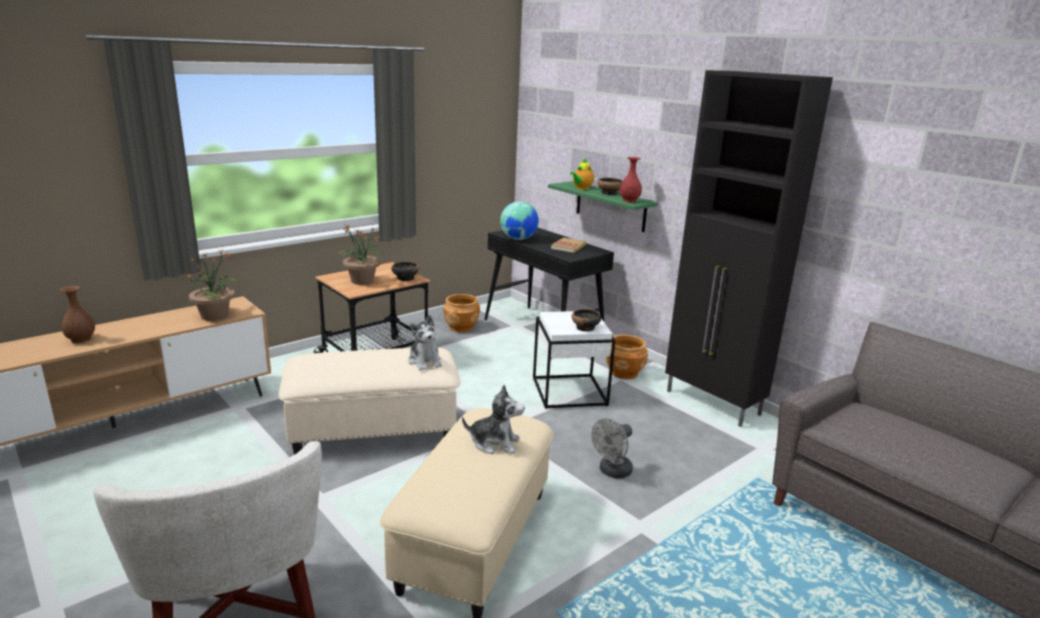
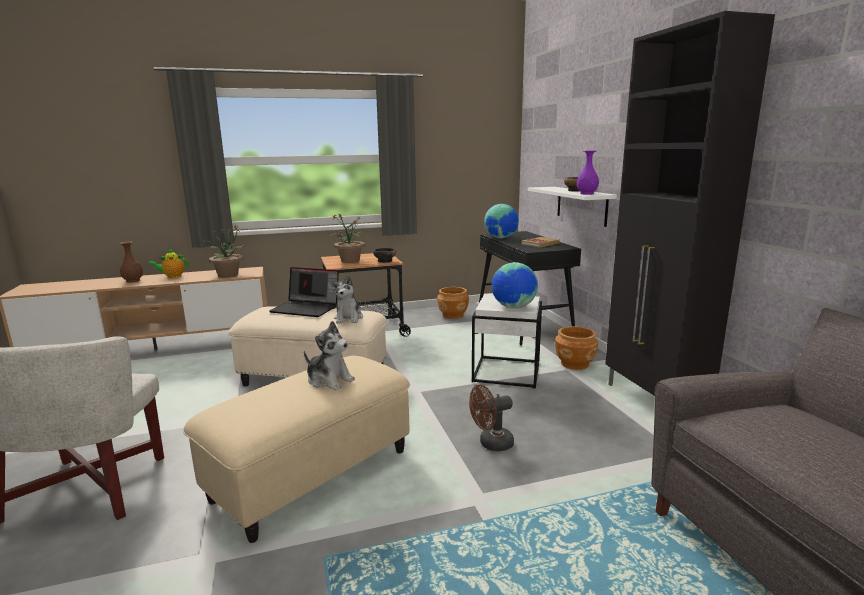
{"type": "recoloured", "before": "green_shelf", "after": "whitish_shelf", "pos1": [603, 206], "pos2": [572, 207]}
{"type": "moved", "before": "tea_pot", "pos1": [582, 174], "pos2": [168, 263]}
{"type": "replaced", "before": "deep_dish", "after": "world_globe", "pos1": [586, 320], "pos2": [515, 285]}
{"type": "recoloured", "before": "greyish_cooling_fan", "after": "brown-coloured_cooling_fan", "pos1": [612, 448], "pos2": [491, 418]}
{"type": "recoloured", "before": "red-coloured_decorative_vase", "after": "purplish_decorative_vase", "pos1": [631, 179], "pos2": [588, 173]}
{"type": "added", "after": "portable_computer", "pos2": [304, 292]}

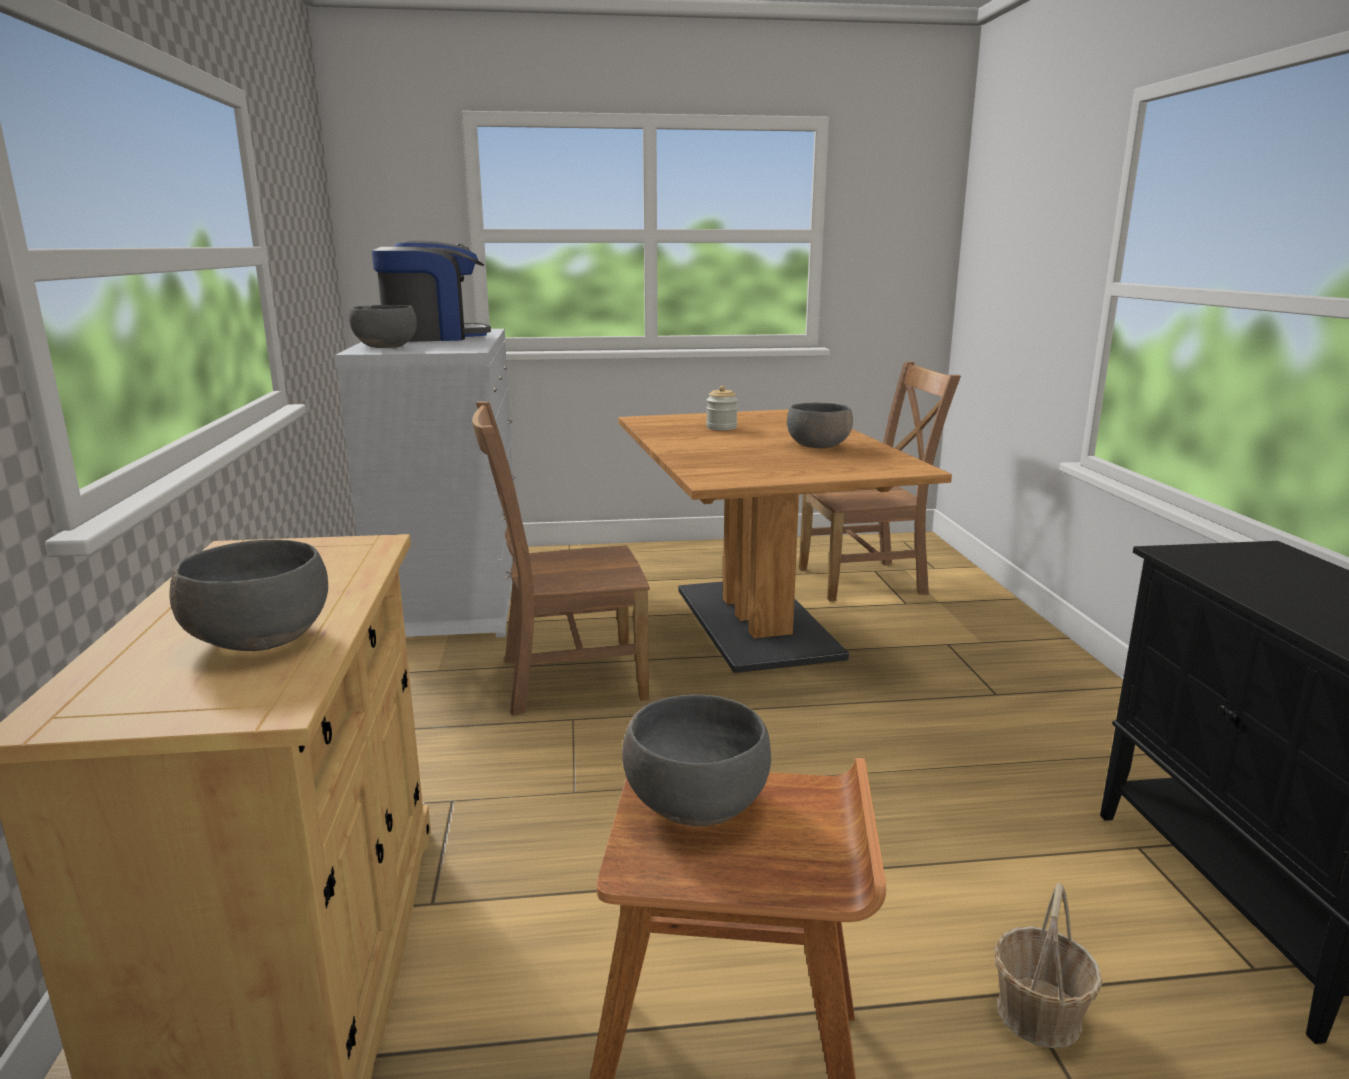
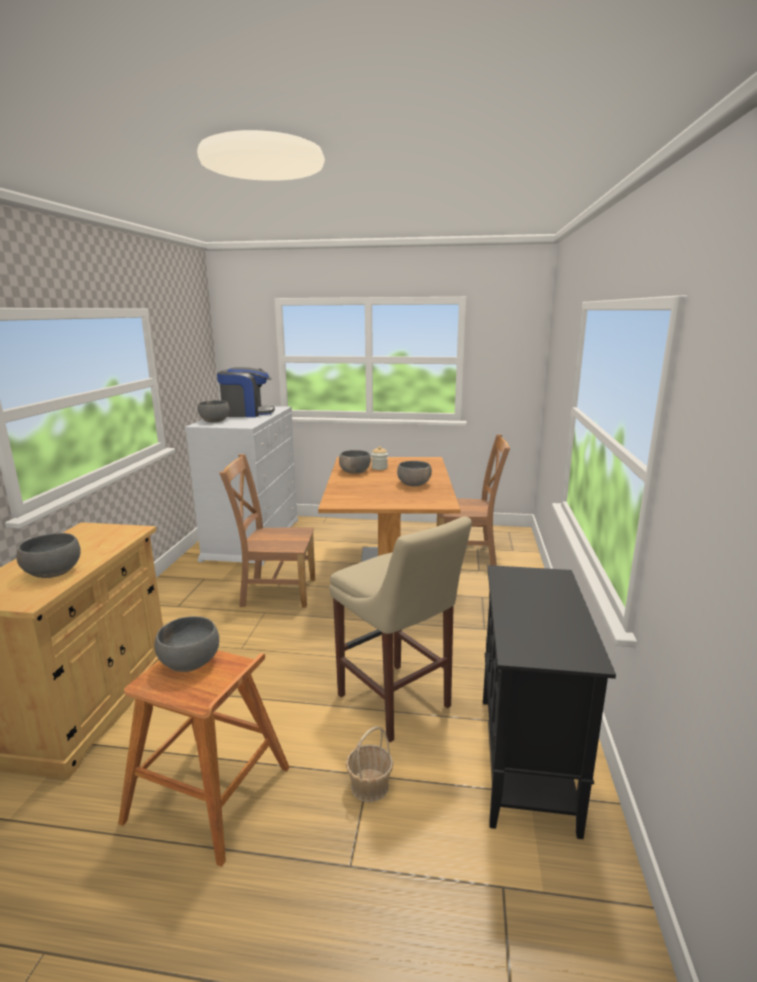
{"type": "added", "after": "sand-coloured_stool_seat", "pos2": [400, 629]}
{"type": "added", "after": "greyish_deep_dish", "pos2": [355, 462]}

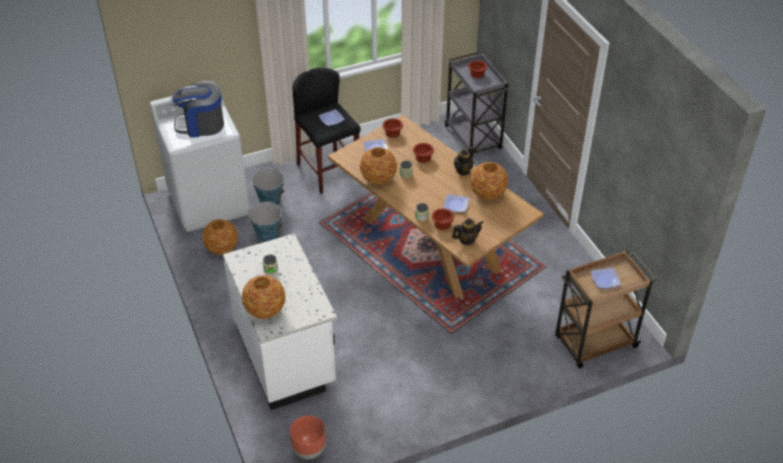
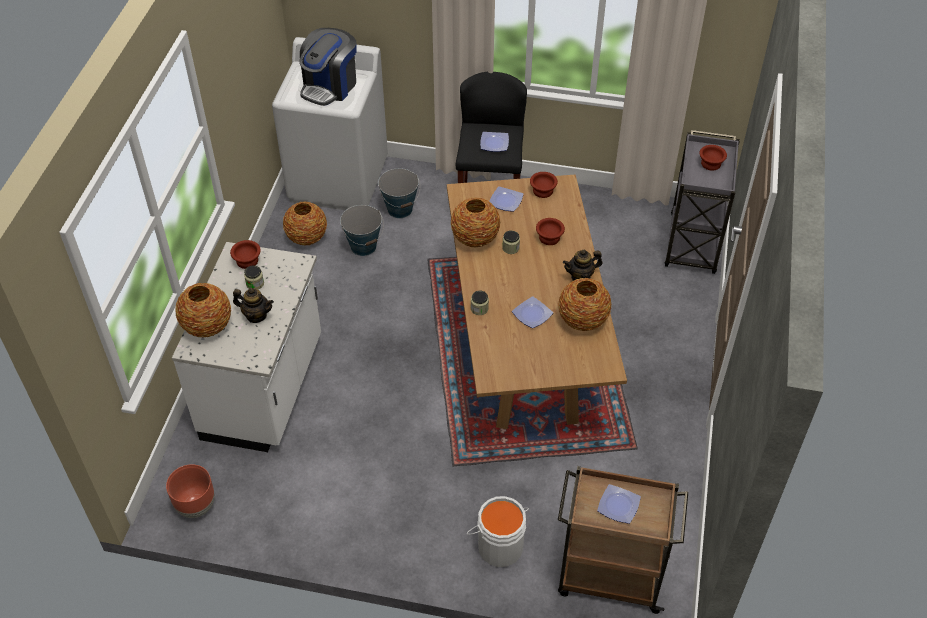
{"type": "turned", "before": "coffee_machine", "pos1": [197, 109], "pos2": [328, 67], "turn": -90}
{"type": "moved", "before": "brown-coloured_deep_dish", "pos1": [443, 219], "pos2": [245, 254]}
{"type": "moved", "before": "tea_pot", "pos1": [468, 231], "pos2": [253, 305]}
{"type": "added", "after": "whitish_pail", "pos2": [498, 531]}

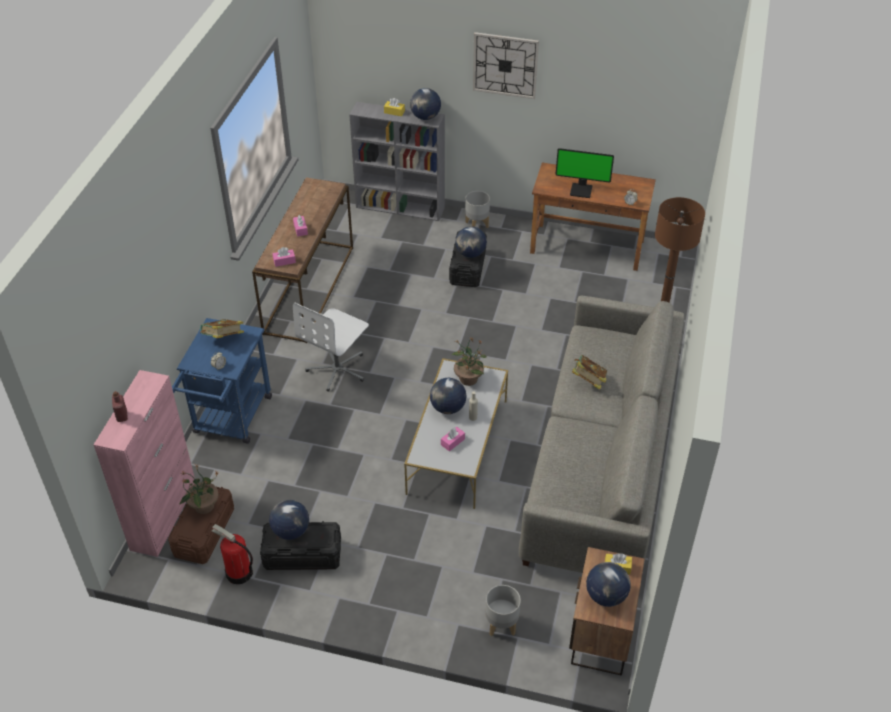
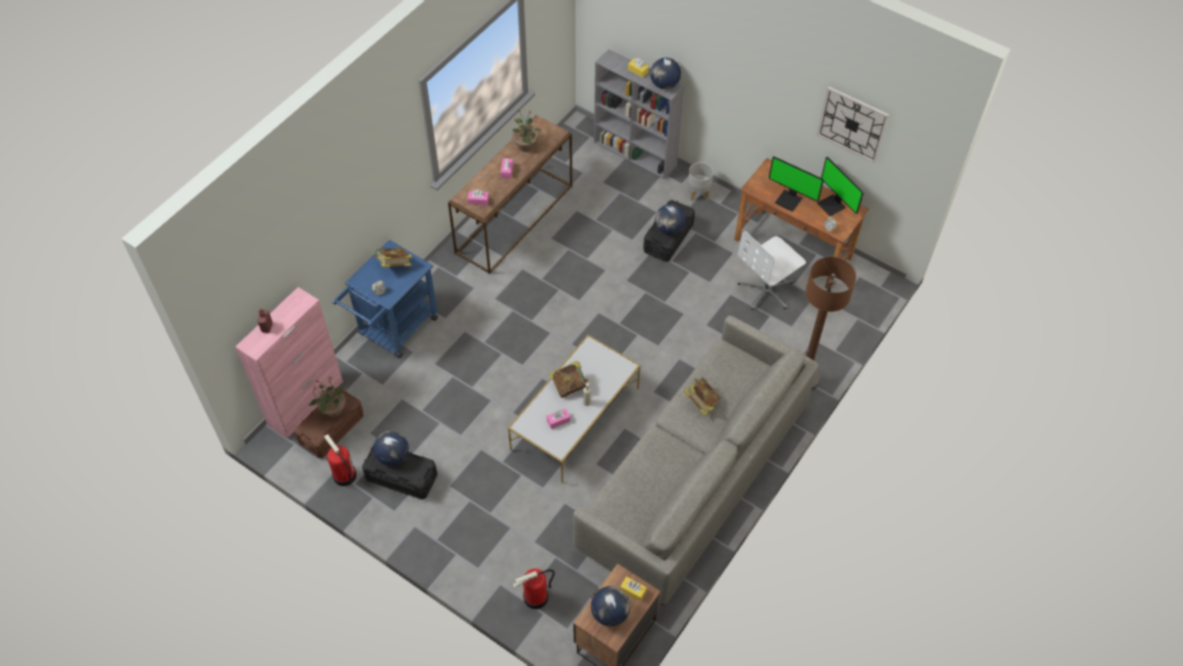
{"type": "moved", "before": "whitish_office_chair", "pos1": [331, 347], "pos2": [771, 270]}
{"type": "replaced", "before": "world_globe", "after": "book", "pos1": [448, 396], "pos2": [568, 379]}
{"type": "moved", "before": "plant_in_a_pot", "pos1": [469, 361], "pos2": [527, 131]}
{"type": "moved", "before": "clock_on_the_wall", "pos1": [506, 65], "pos2": [853, 125]}
{"type": "replaced", "before": "greyish_flower_pot", "after": "extinguisher", "pos1": [503, 610], "pos2": [534, 589]}
{"type": "added", "after": "monitor", "pos2": [840, 186]}

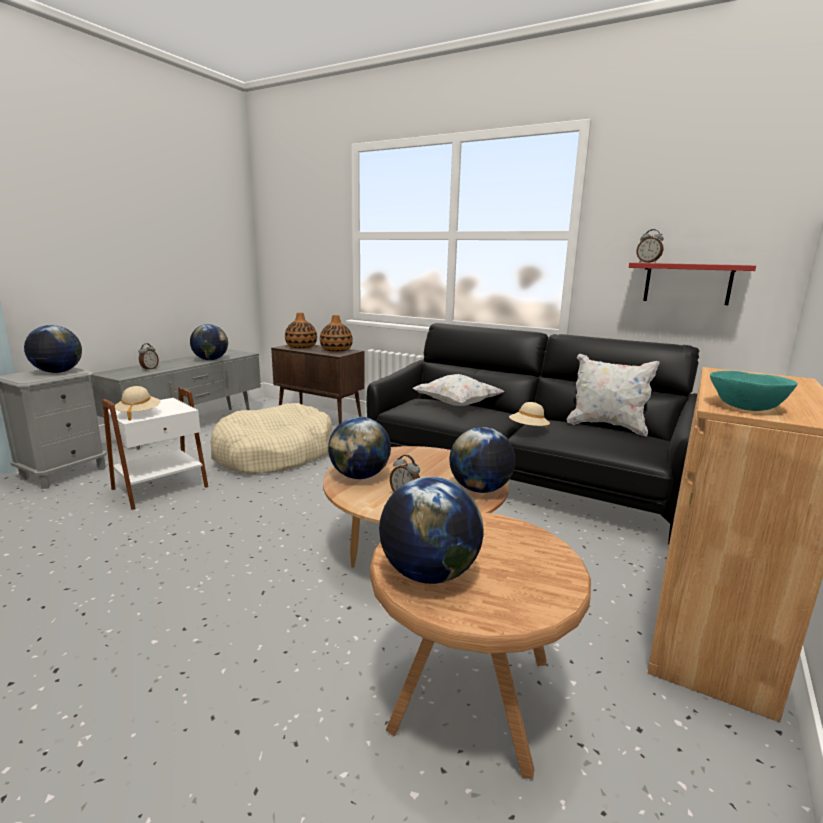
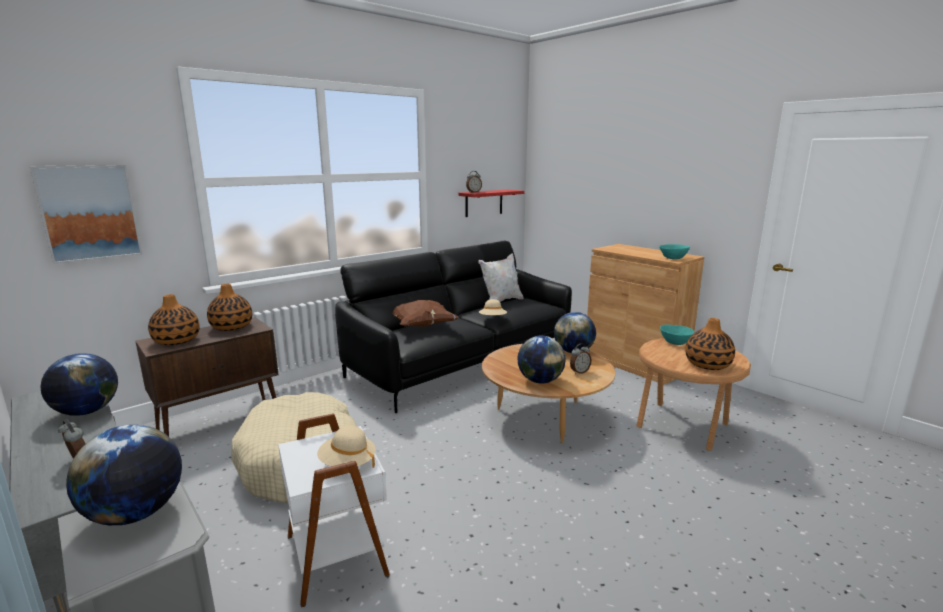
{"type": "replaced", "before": "world_globe", "after": "decorative_vase", "pos1": [431, 530], "pos2": [710, 344]}
{"type": "recoloured", "before": "whitish_throw_pillow", "after": "brown-coloured_throw_pillow", "pos1": [458, 390], "pos2": [426, 313]}
{"type": "added", "after": "picture", "pos2": [86, 214]}
{"type": "added", "after": "turquoise-coloured_deep_dish", "pos2": [677, 335]}

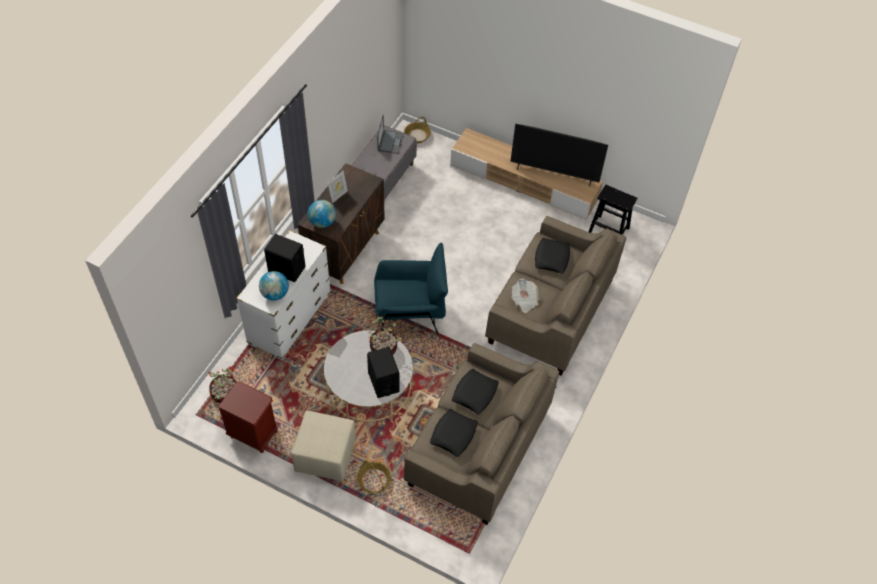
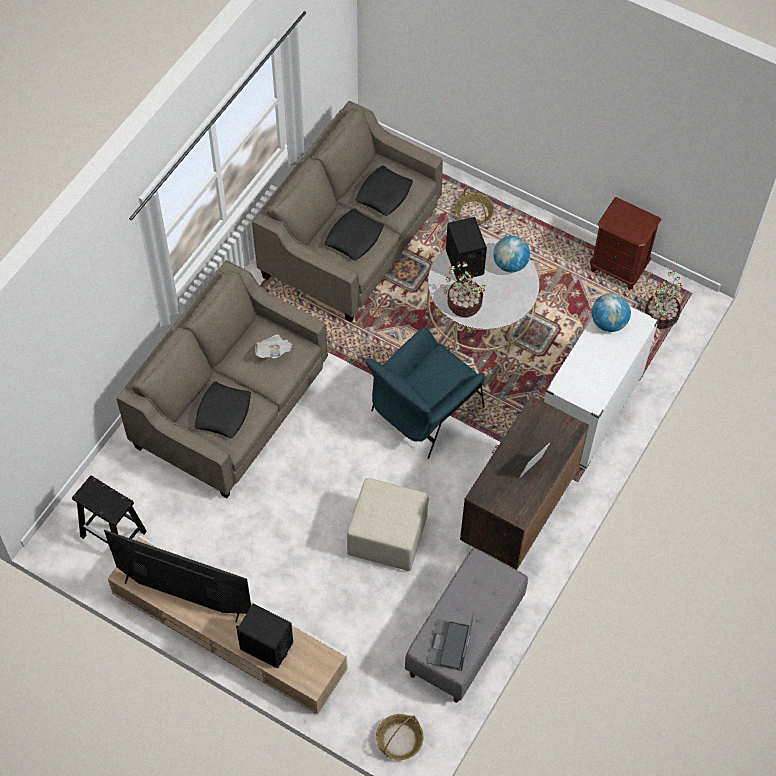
{"type": "moved", "before": "black_loudspeaker", "pos1": [284, 258], "pos2": [264, 636]}
{"type": "moved", "before": "sand-coloured_pouffe", "pos1": [323, 446], "pos2": [388, 524]}
{"type": "moved", "before": "world_globe", "pos1": [322, 214], "pos2": [511, 254]}
{"type": "turned", "before": "bluish_easy_chair", "pos1": [411, 289], "pos2": [425, 393], "turn": -45}

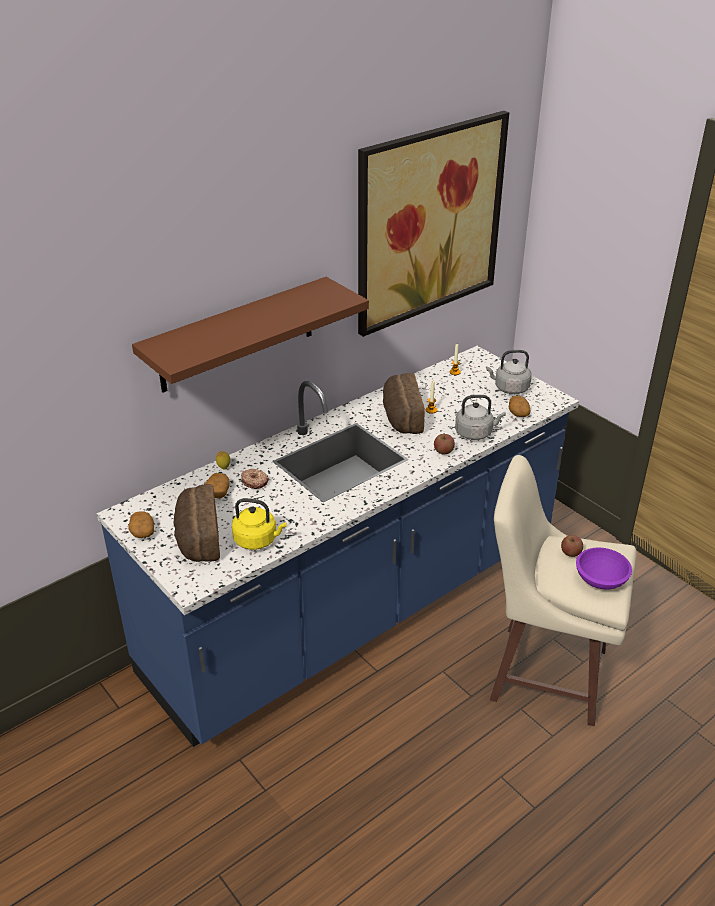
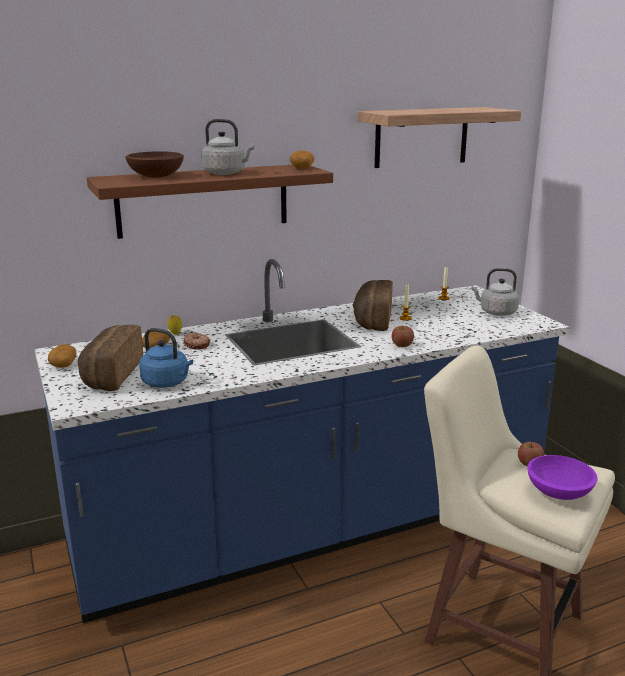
{"type": "recoloured", "before": "yellow-coloured_kettle", "after": "bluish_kettle", "pos1": [259, 524], "pos2": [166, 358]}
{"type": "replaced", "before": "picture", "after": "shelf", "pos1": [433, 224], "pos2": [439, 137]}
{"type": "moved", "before": "greyish_kettle", "pos1": [480, 417], "pos2": [227, 147]}
{"type": "moved", "before": "spud", "pos1": [519, 406], "pos2": [302, 159]}
{"type": "added", "after": "brown-coloured_deep_dish", "pos2": [154, 164]}

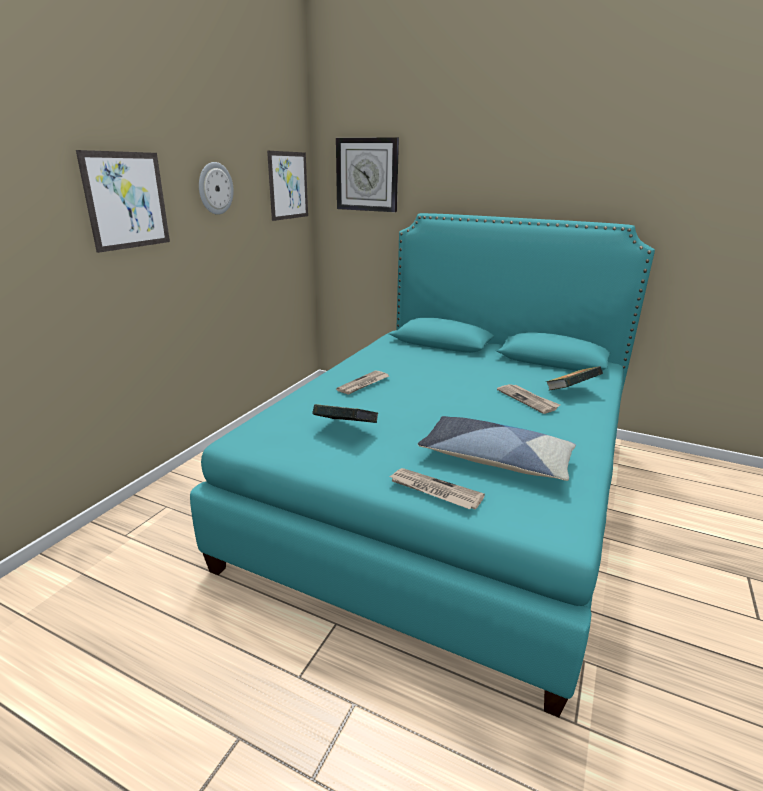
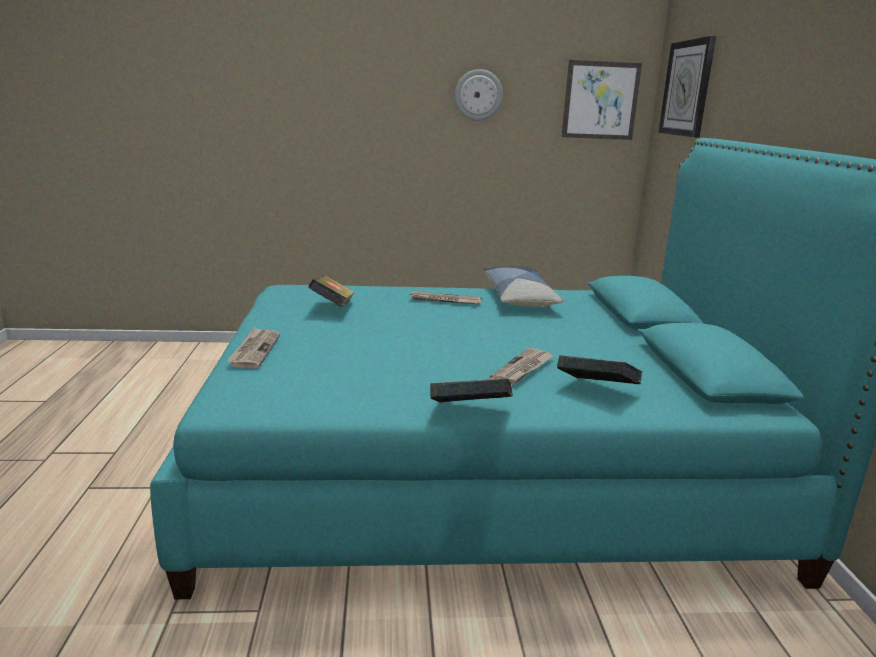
{"type": "removed", "before": "picture", "pos1": [123, 201]}
{"type": "moved", "before": "throw_pillow", "pos1": [497, 448], "pos2": [524, 286]}
{"type": "added", "after": "book", "pos2": [471, 391]}

